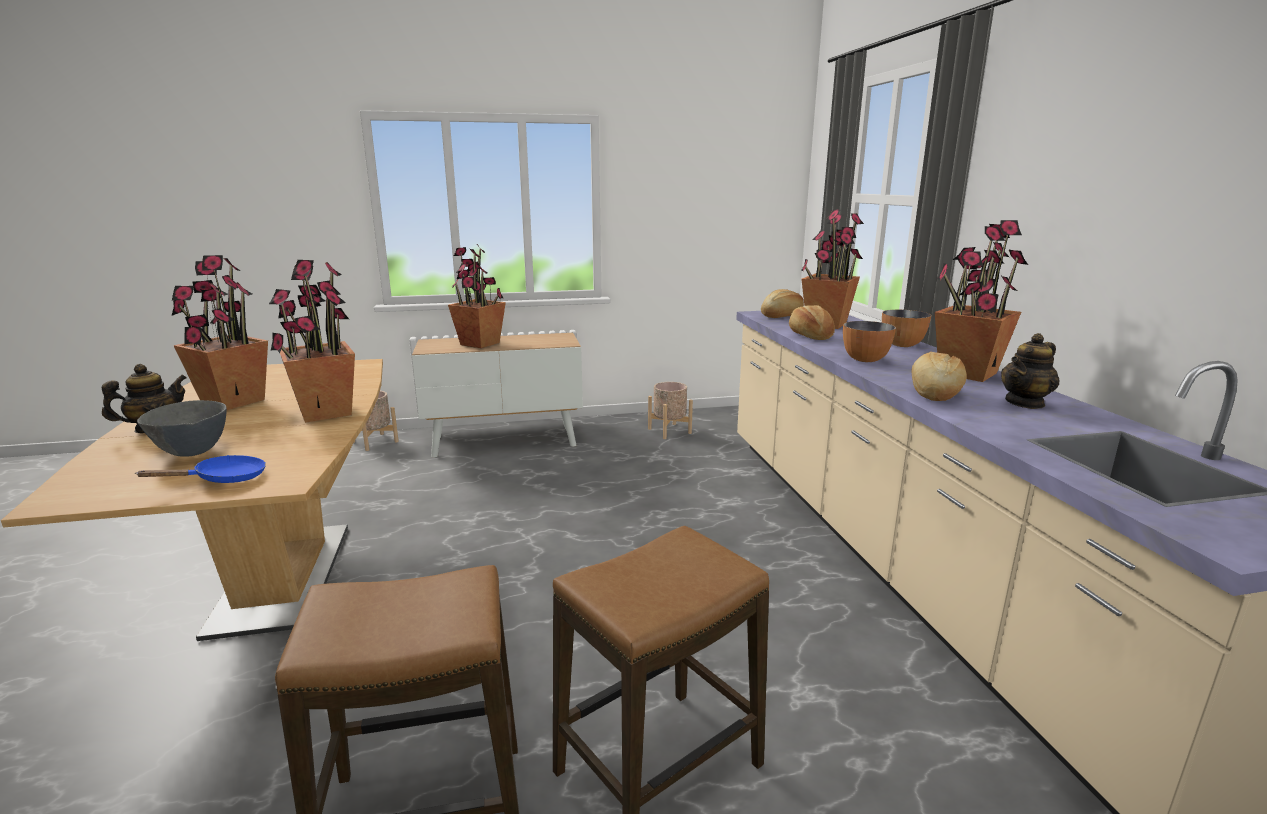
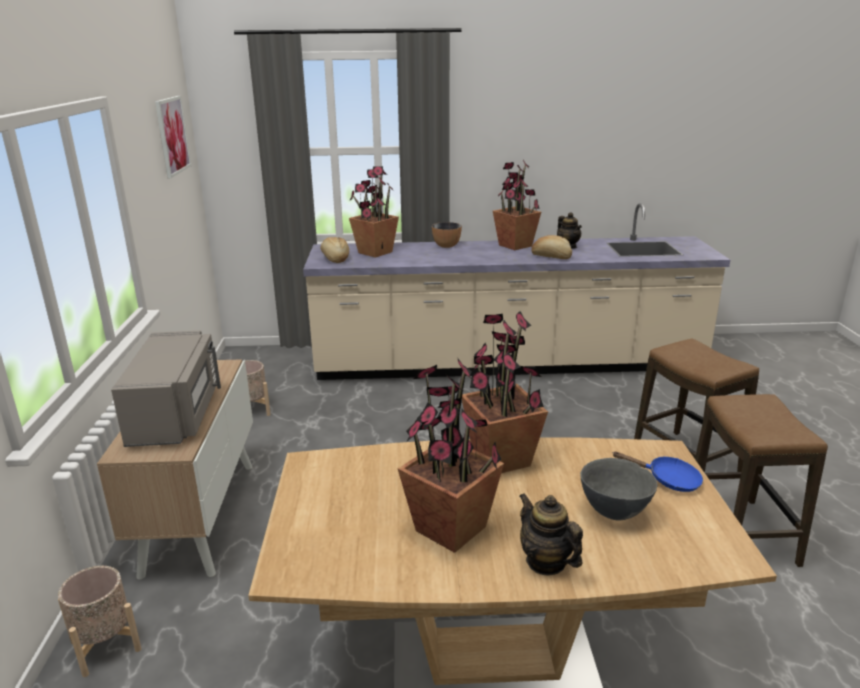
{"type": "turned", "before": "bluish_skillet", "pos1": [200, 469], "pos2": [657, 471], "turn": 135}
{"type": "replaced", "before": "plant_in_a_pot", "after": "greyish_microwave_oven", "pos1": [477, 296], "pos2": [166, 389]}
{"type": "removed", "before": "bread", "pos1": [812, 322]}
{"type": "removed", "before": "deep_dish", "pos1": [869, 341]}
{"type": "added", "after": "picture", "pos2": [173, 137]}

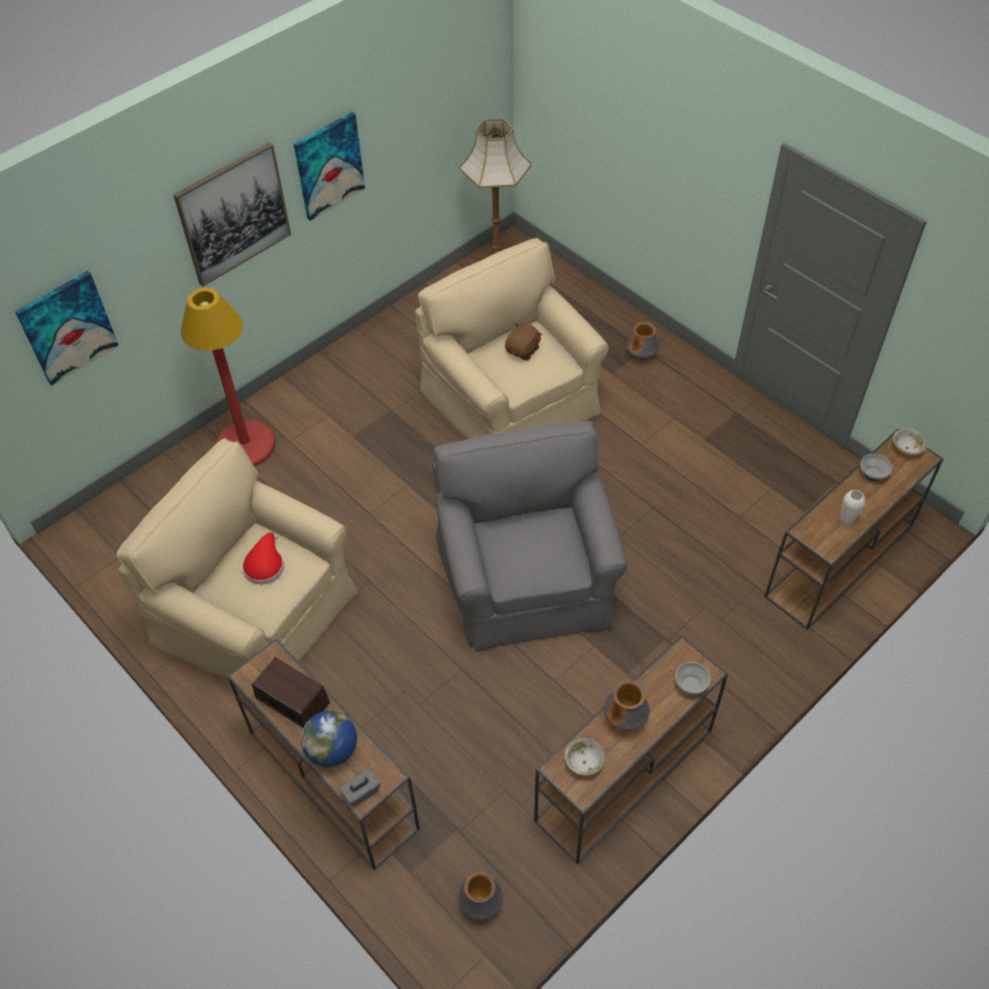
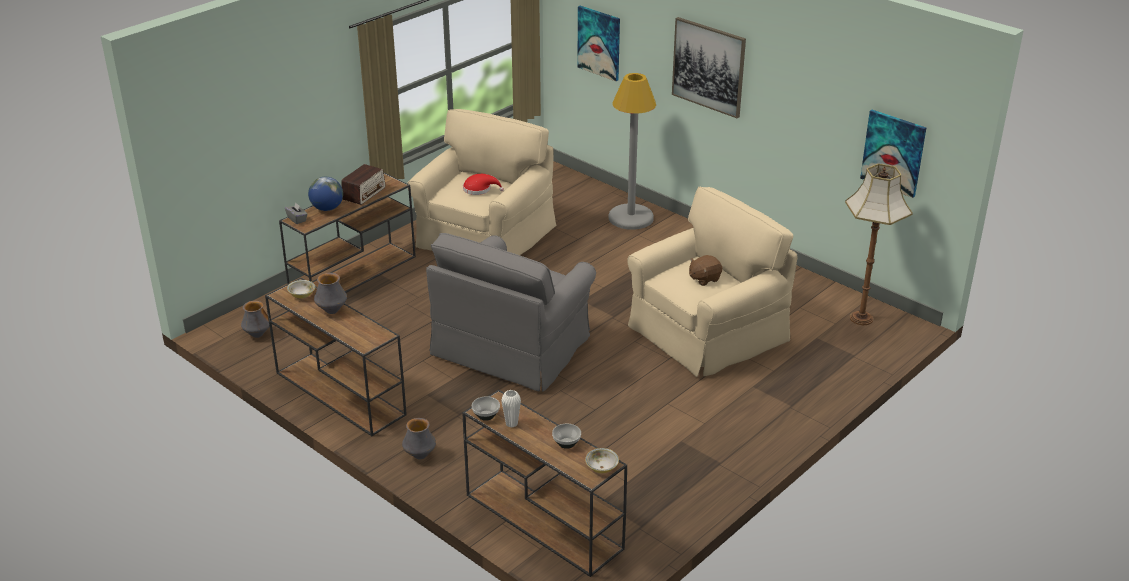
{"type": "recoloured", "before": "red-coloured_standard_lamp", "after": "greyish_standard_lamp", "pos1": [228, 377], "pos2": [632, 151]}
{"type": "moved", "before": "picture", "pos1": [329, 166], "pos2": [893, 154]}
{"type": "turned", "before": "greyish_easy_chair", "pos1": [530, 536], "pos2": [511, 312], "turn": 135}
{"type": "turned", "before": "brown-coloured_soft_toy", "pos1": [523, 341], "pos2": [705, 270], "turn": 120}
{"type": "moved", "before": "decorative_vase", "pos1": [643, 341], "pos2": [419, 438]}
{"type": "moved", "before": "deep_dish", "pos1": [692, 678], "pos2": [486, 408]}

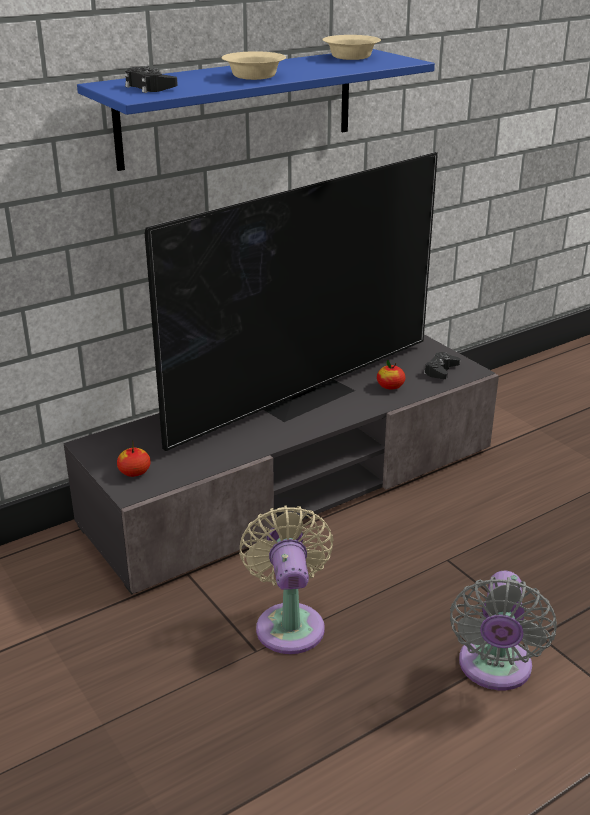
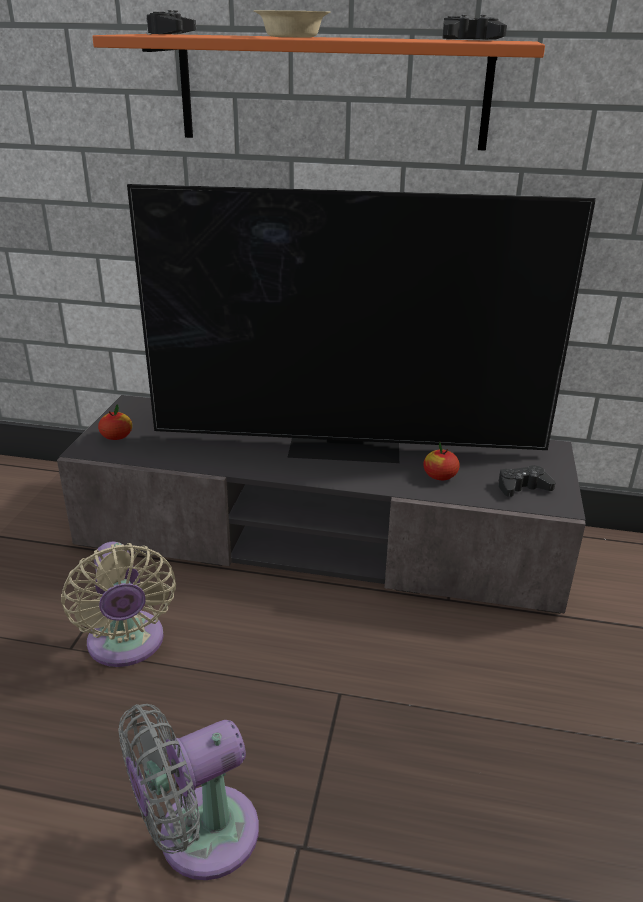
{"type": "recoloured", "before": "bluish_shelf", "after": "orangey_shelf", "pos1": [256, 110], "pos2": [318, 92]}
{"type": "turned", "before": "sand-coloured_cooling_fan", "pos1": [287, 580], "pos2": [118, 604], "turn": 120}
{"type": "replaced", "before": "sand-coloured_deep_dish", "after": "black_gamepad", "pos1": [351, 47], "pos2": [474, 27]}

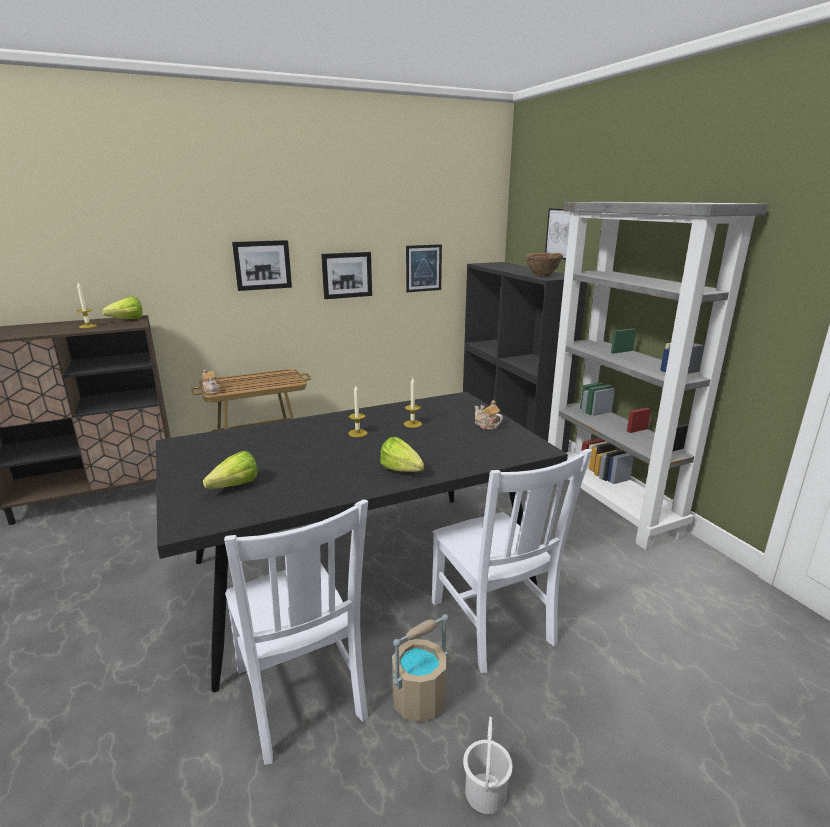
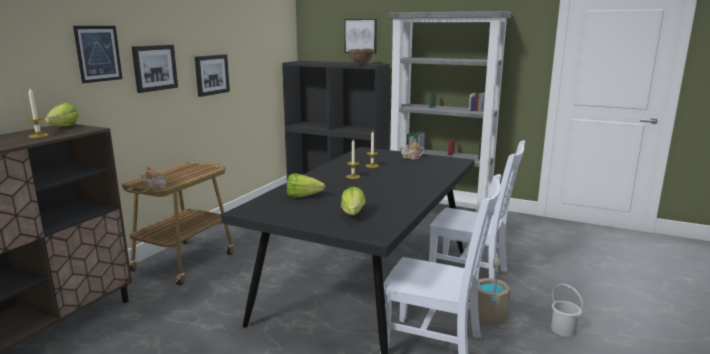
{"type": "moved", "before": "lettuce_head", "pos1": [402, 454], "pos2": [306, 185]}
{"type": "moved", "before": "picture", "pos1": [424, 268], "pos2": [97, 54]}

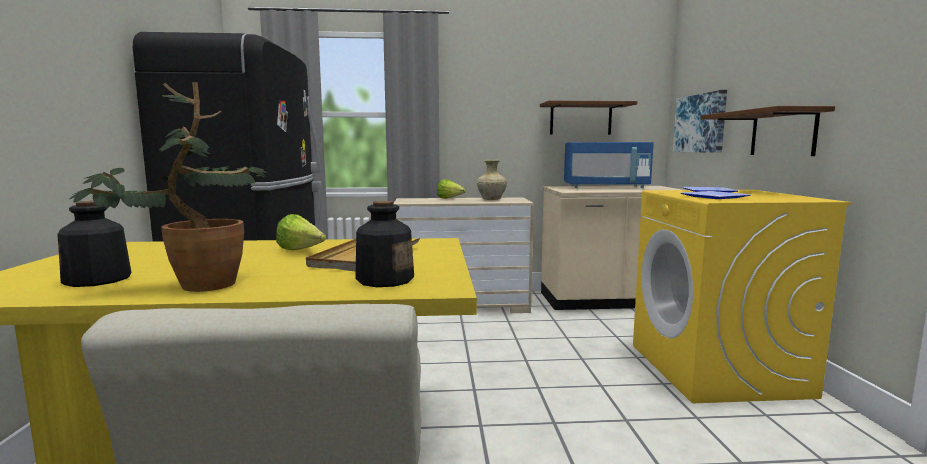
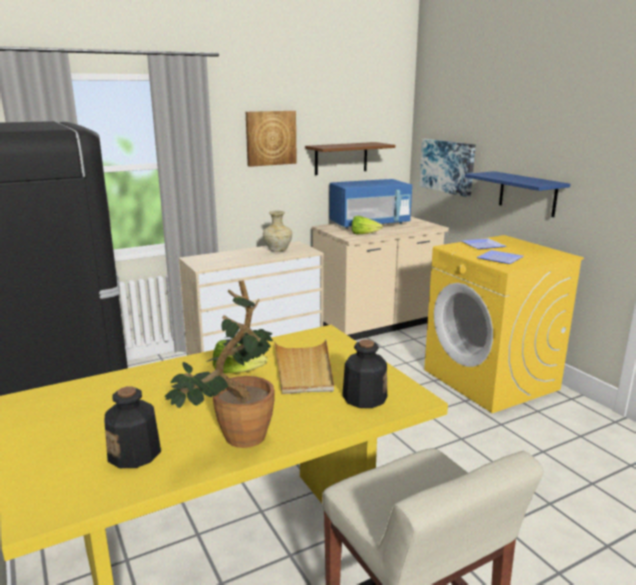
{"type": "moved", "before": "lettuce_head", "pos1": [451, 189], "pos2": [367, 225]}
{"type": "recoloured", "before": "brown-coloured_shelf", "after": "bluish_shelf", "pos1": [768, 131], "pos2": [517, 194]}
{"type": "added", "after": "picture", "pos2": [271, 139]}

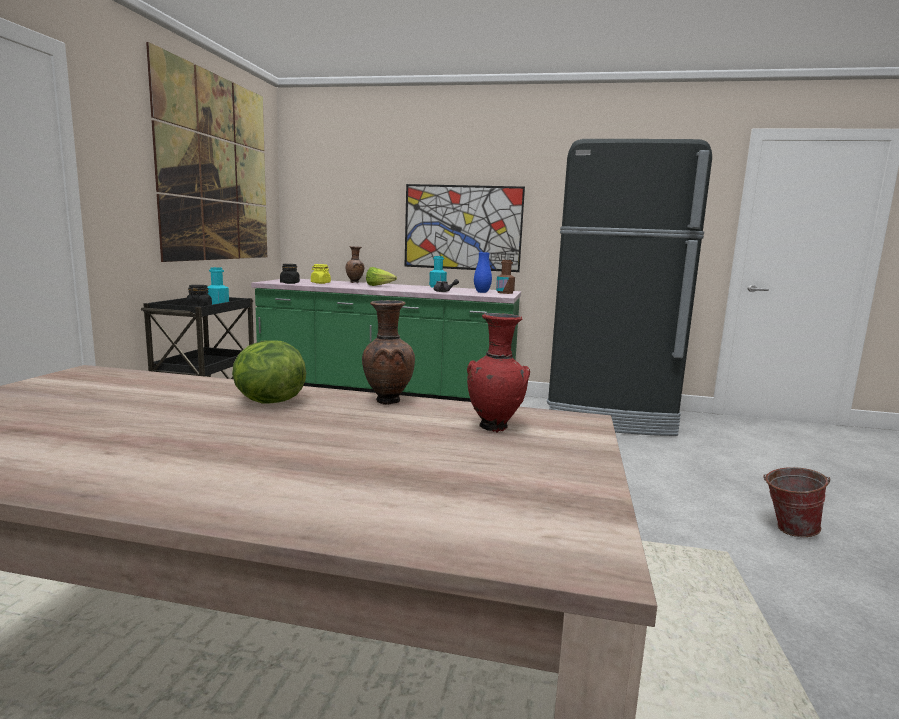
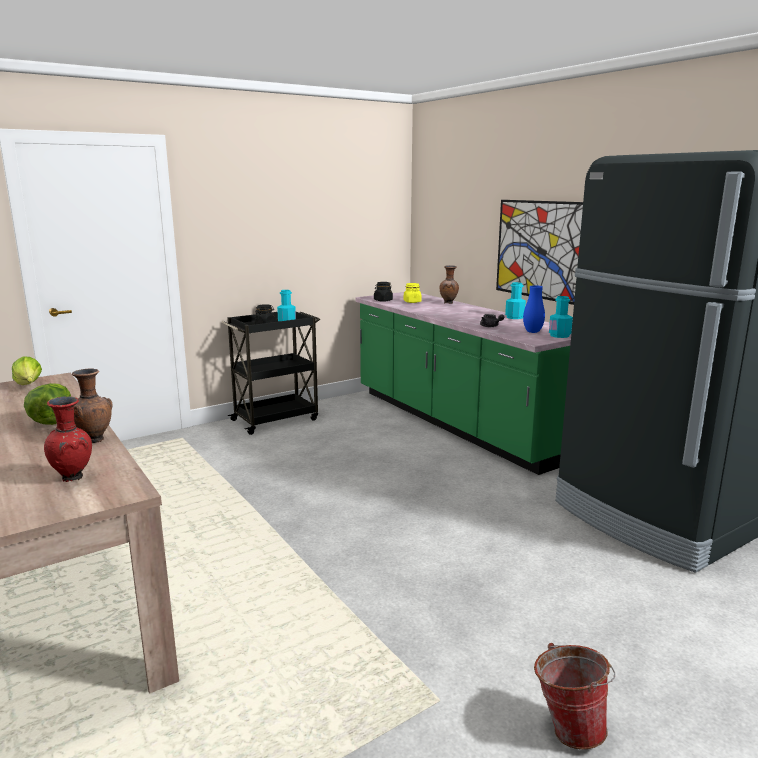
{"type": "removed", "before": "picture", "pos1": [206, 152]}
{"type": "moved", "before": "lettuce_head", "pos1": [381, 276], "pos2": [27, 370]}
{"type": "recoloured", "before": "brown-coloured_bottle", "after": "turquoise-coloured_bottle", "pos1": [505, 277], "pos2": [561, 317]}

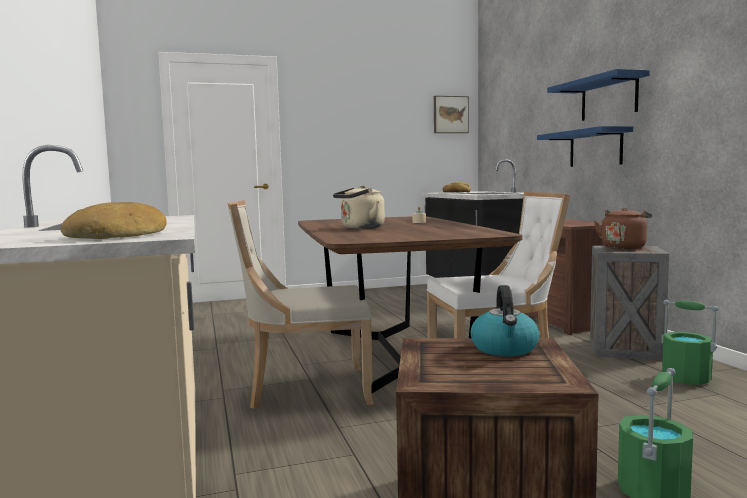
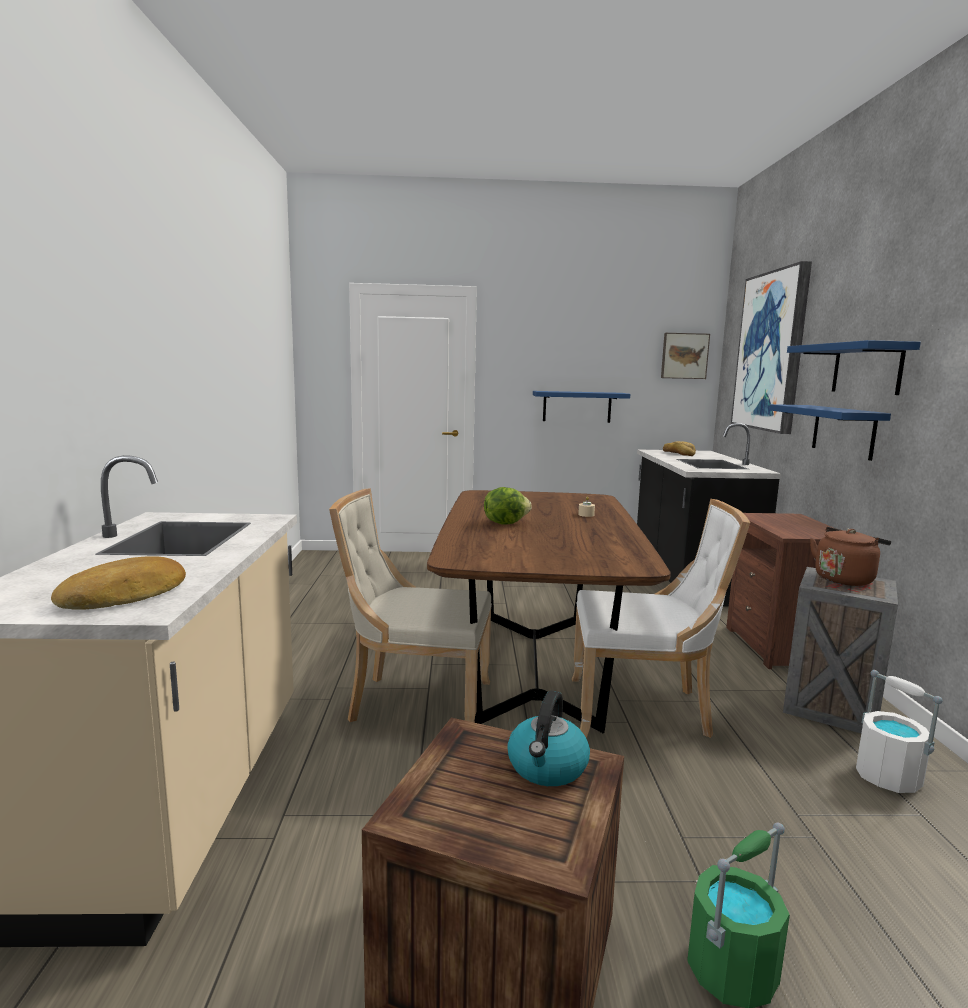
{"type": "replaced", "before": "sand-coloured_kettle", "after": "lettuce_head", "pos1": [359, 207], "pos2": [508, 506]}
{"type": "recoloured", "before": "green_pail", "after": "whitish_pail", "pos1": [689, 342], "pos2": [899, 731]}
{"type": "added", "after": "bluish_shelf", "pos2": [581, 407]}
{"type": "added", "after": "picture", "pos2": [771, 347]}

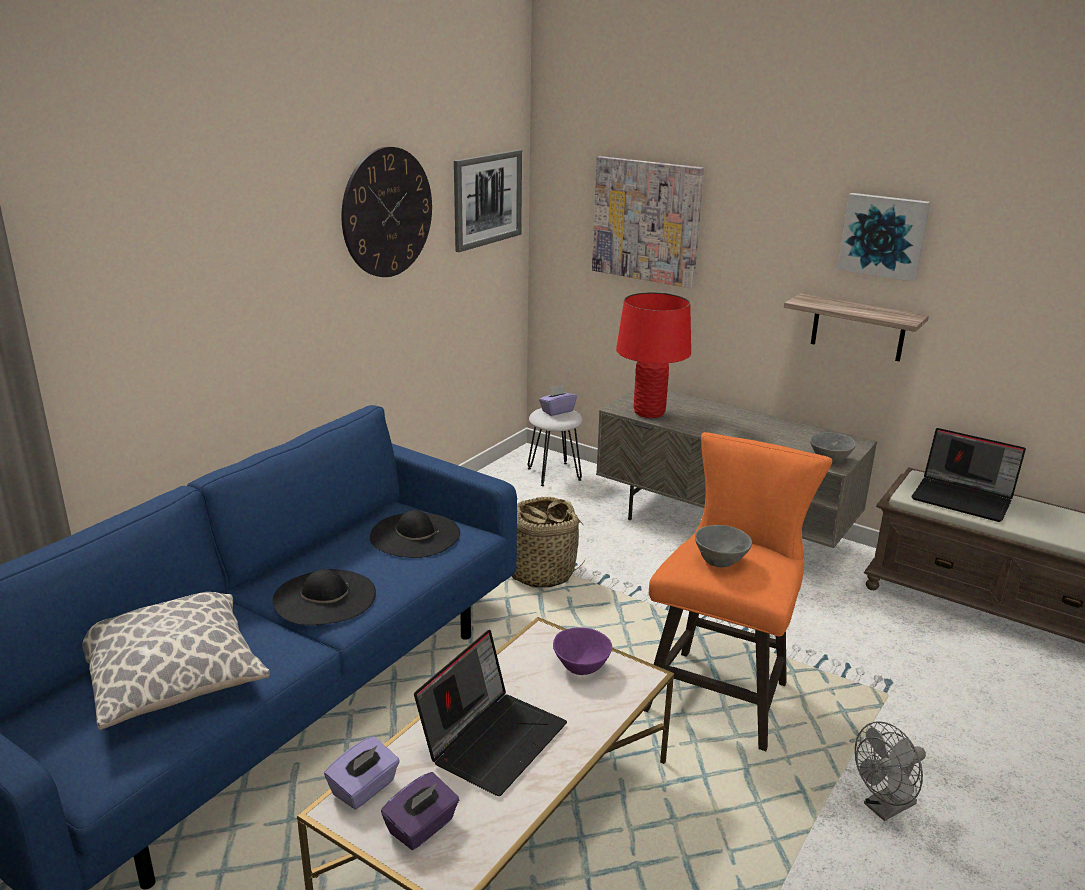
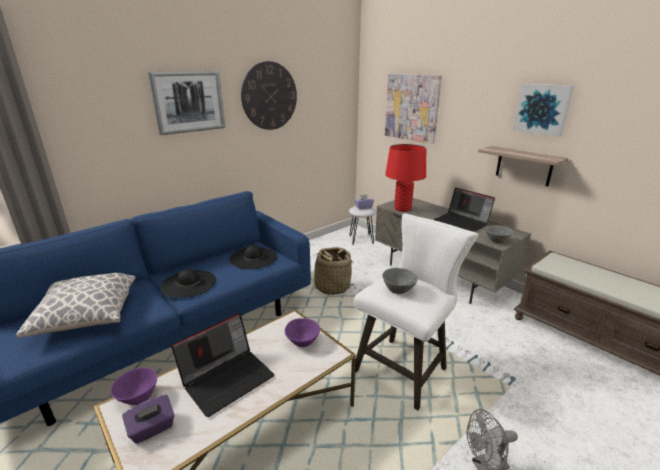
{"type": "replaced", "before": "purplish_tissue_box", "after": "purplish_deep_dish", "pos1": [362, 772], "pos2": [133, 386]}
{"type": "moved", "before": "picture", "pos1": [488, 201], "pos2": [186, 103]}
{"type": "recoloured", "before": "orangey_stool_seat", "after": "whitish_stool_seat", "pos1": [738, 591], "pos2": [416, 311]}
{"type": "moved", "before": "portable_computer", "pos1": [968, 475], "pos2": [464, 210]}

